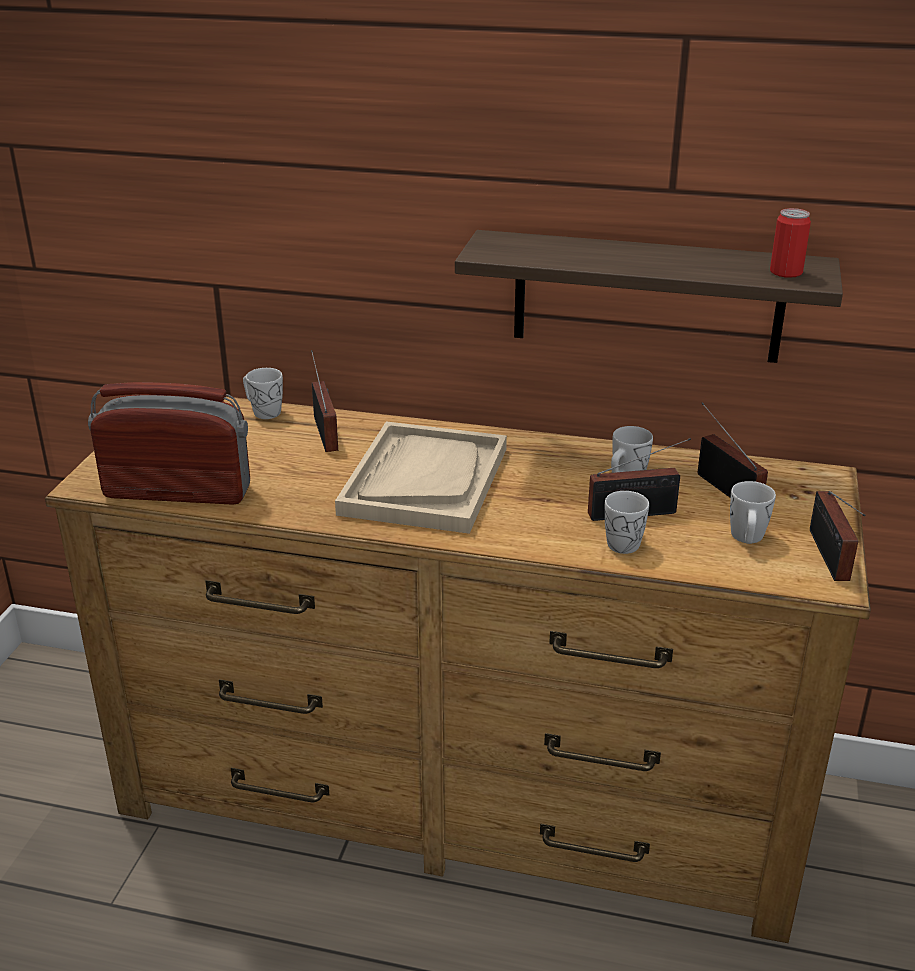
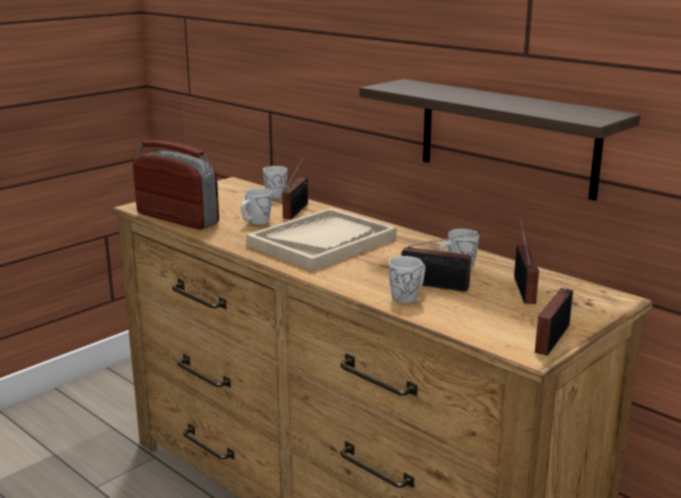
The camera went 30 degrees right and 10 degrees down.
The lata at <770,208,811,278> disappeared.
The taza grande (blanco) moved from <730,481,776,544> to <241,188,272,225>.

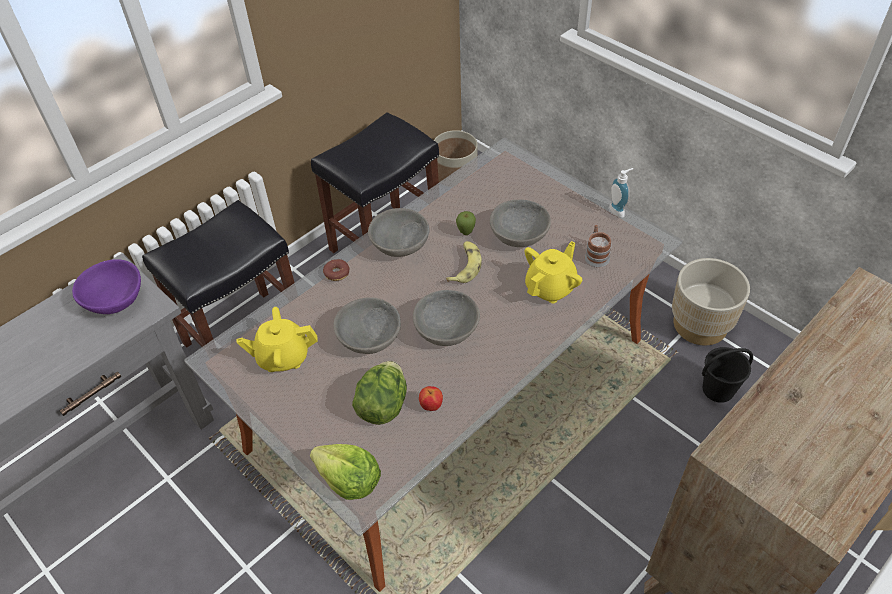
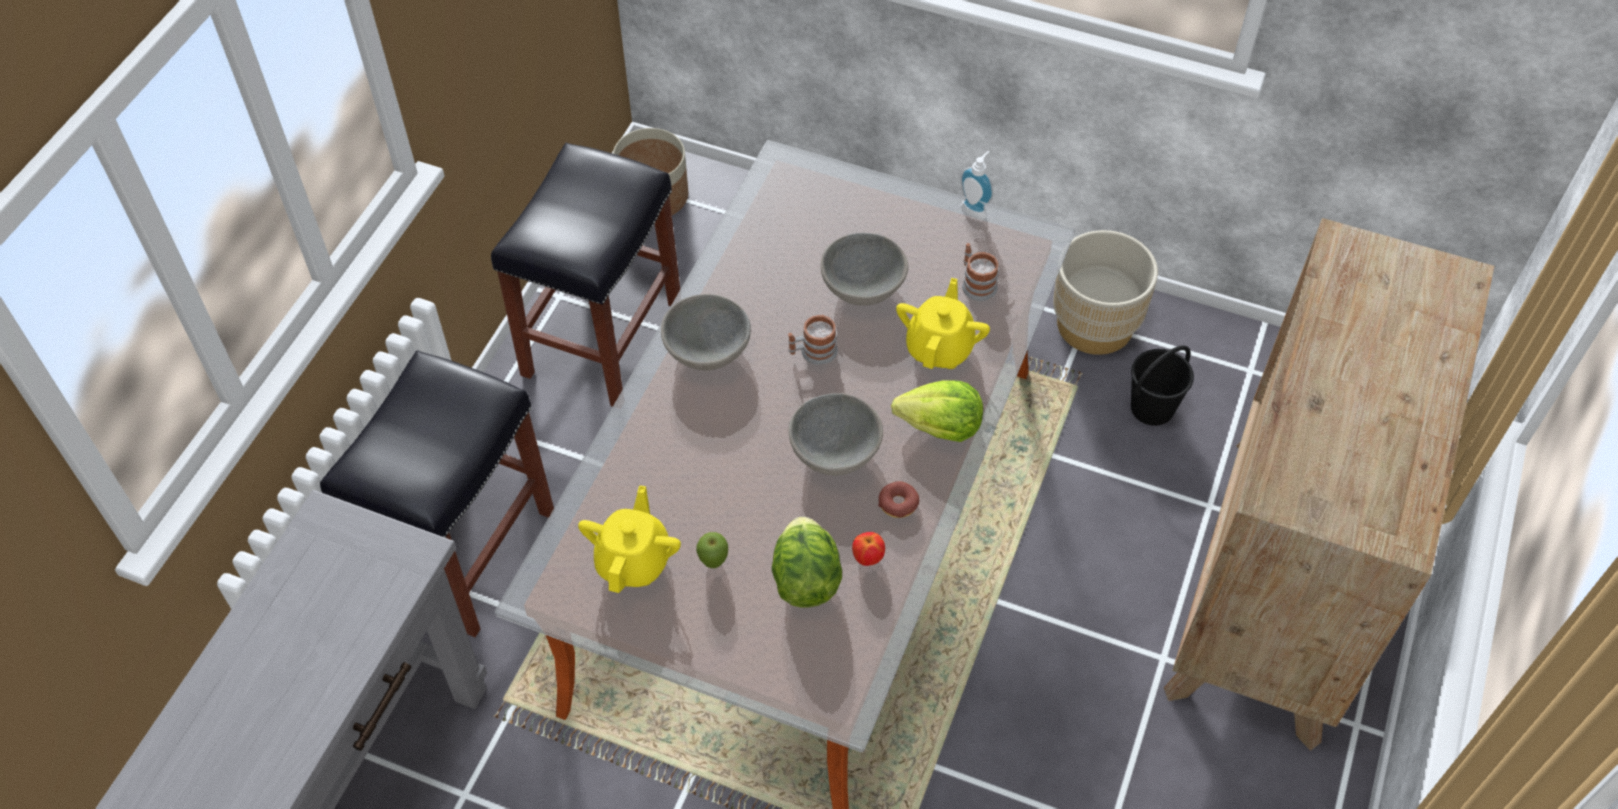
The camera went 25 degrees left and 5 degrees up.
The manzana moved from <456,211,476,235> to <696,532,728,568>.
The plátano at <446,241,482,283> was replaced by the taza grande at <788,315,838,365>.
The cuenco (morado) at <72,259,141,314> disappeared.
The rosquilla moved from <323,259,350,281> to <878,481,919,518>.
The cuenco (gris) at <333,297,401,354> disappeared.
The tetera (amarillo) at <236,307,317,372> turned 135 degrees clockwise.
The lechuga moved from <310,444,381,500> to <891,380,983,442>.

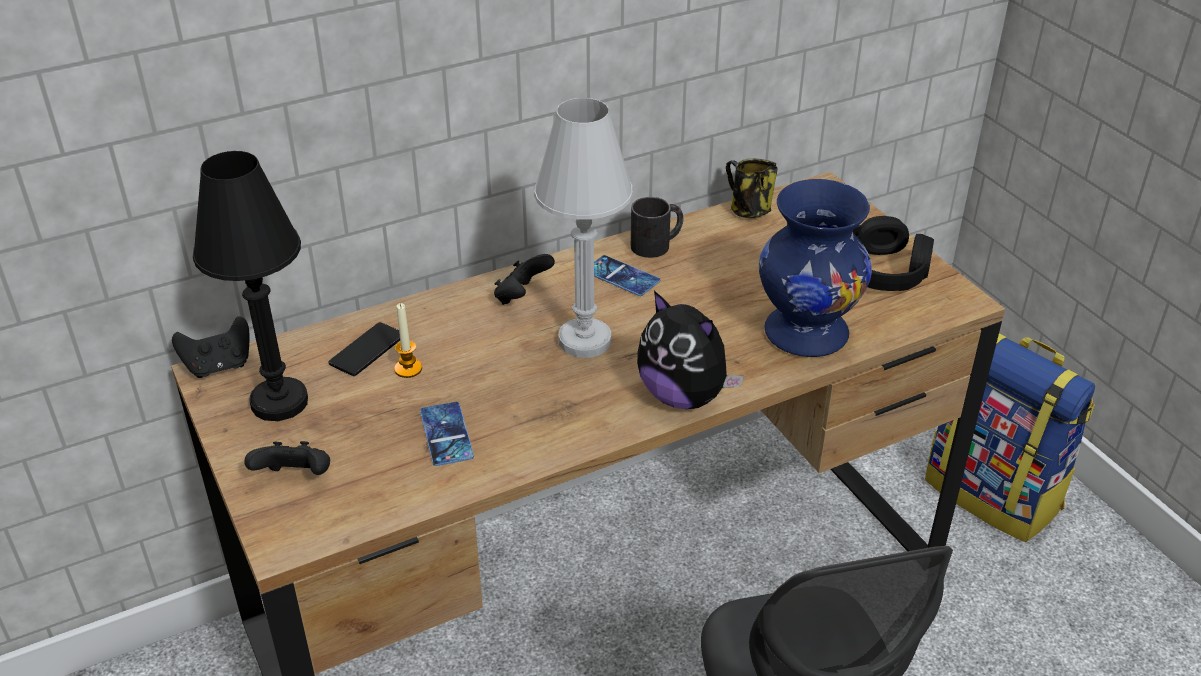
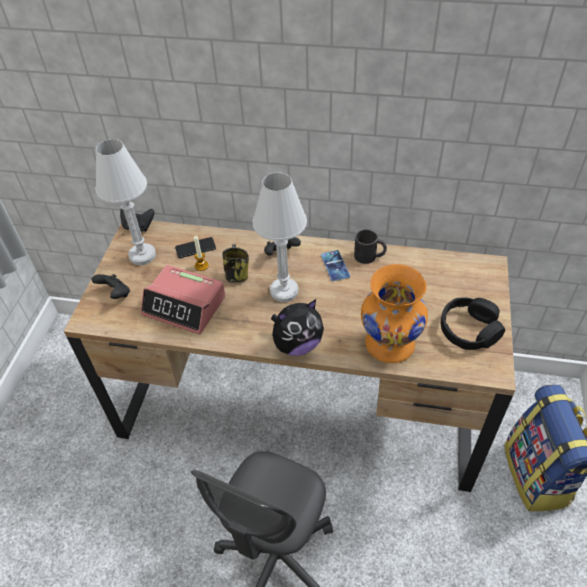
The camera went 40 degrees right and 10 degrees up.
The lámpara de mesa (negro) at <193,151,308,421> became the lámpara de mesa (blanco) at <96,139,156,265>.
The taza grande moved from <726,159,777,218> to <222,244,249,282>.
The florero (azul) at <759,179,872,357> became the florero (naranja) at <361,264,428,363>.
The peluche at <637,291,744,409> turned 105 degrees counterclockwise.
The móvil at <420,402,474,466> was replaced by the despertador at <141,265,225,334>.

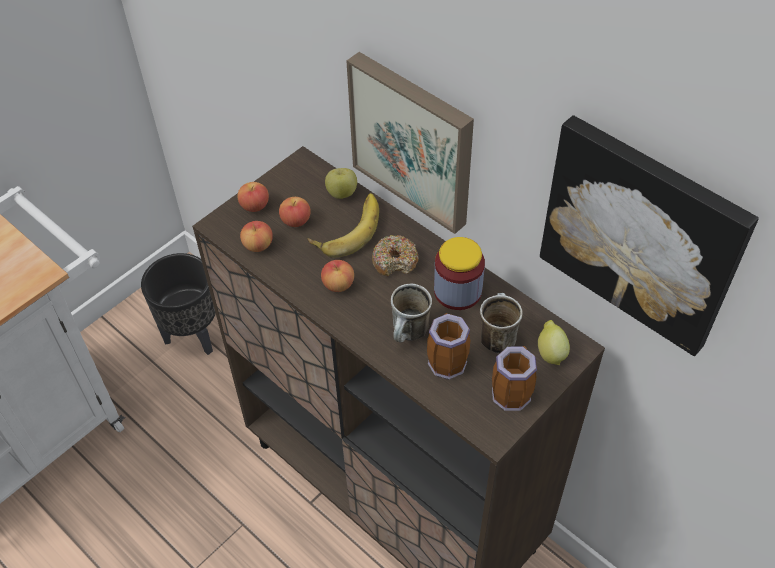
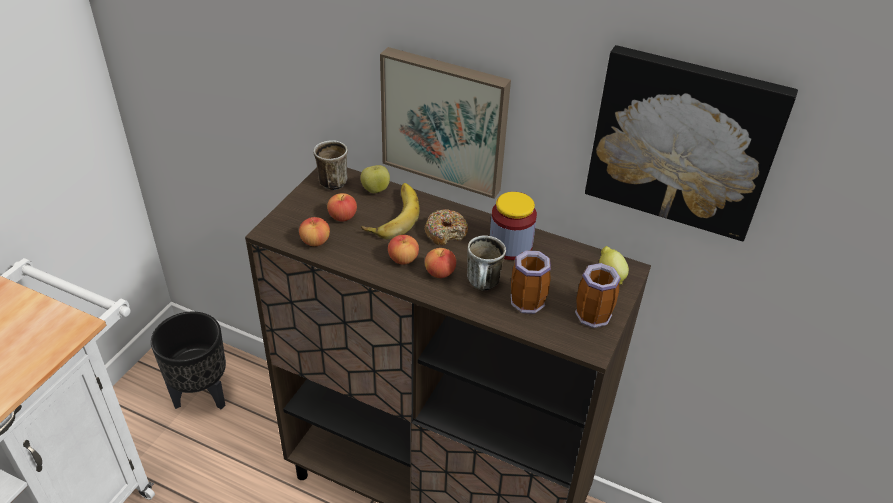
The camera went 20 degrees left and 10 degrees down.
The manzana moved from <237,182,269,212> to <425,248,456,278>.
The taza grande moved from <480,293,522,353> to <313,140,348,190>.

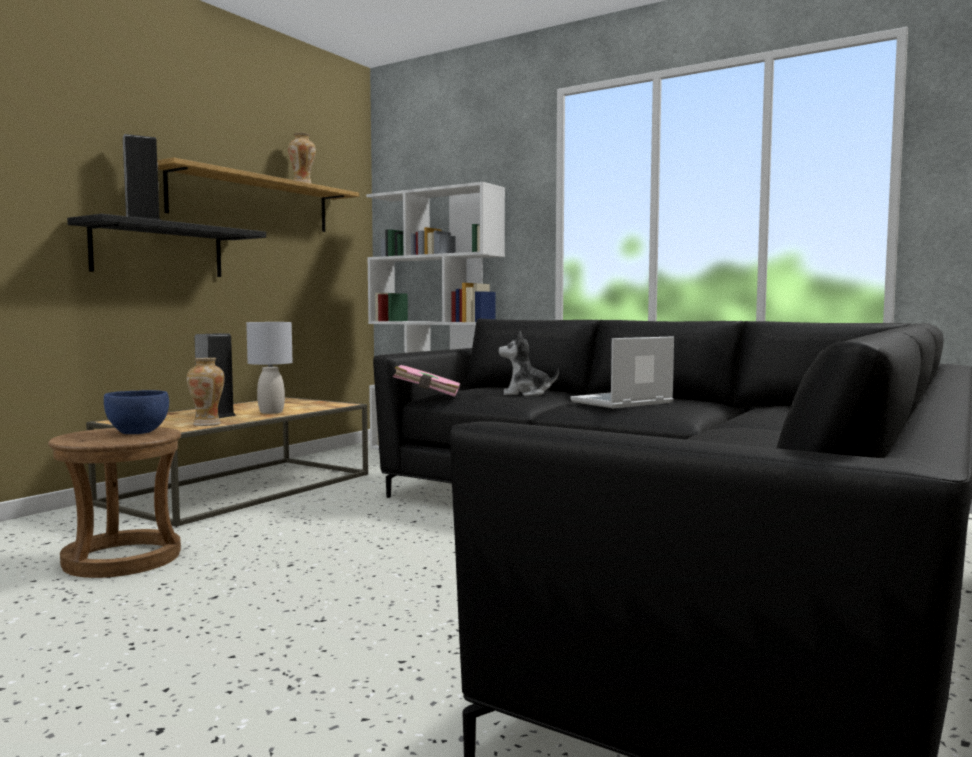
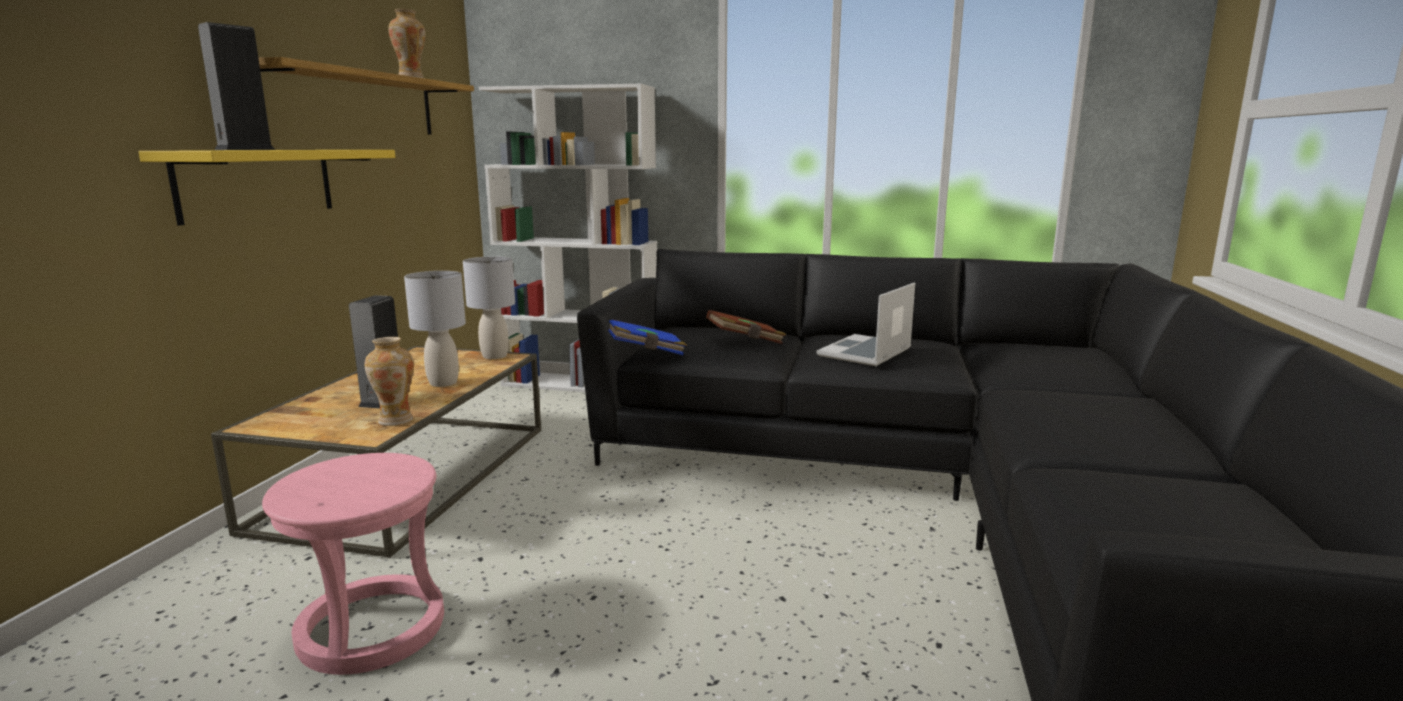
The camera went 20 degrees left and 10 degrees up.
The estante (negro) at <67,214,266,277> became the estante (amarillo) at <138,150,395,225>.
The peluche at <498,331,559,396> was replaced by the libro (marrón) at <706,310,786,344>.
The libro (rosa) at <393,365,460,397> became the libro (azul) at <608,320,687,355>.
The cuenco (azul) at <104,390,169,434> disappeared.
The taburete (marrón) at <48,427,181,578> became the taburete (rosa) at <262,453,444,675>.
The lámpara de mesa (gris) at <463,256,515,359> appeared.

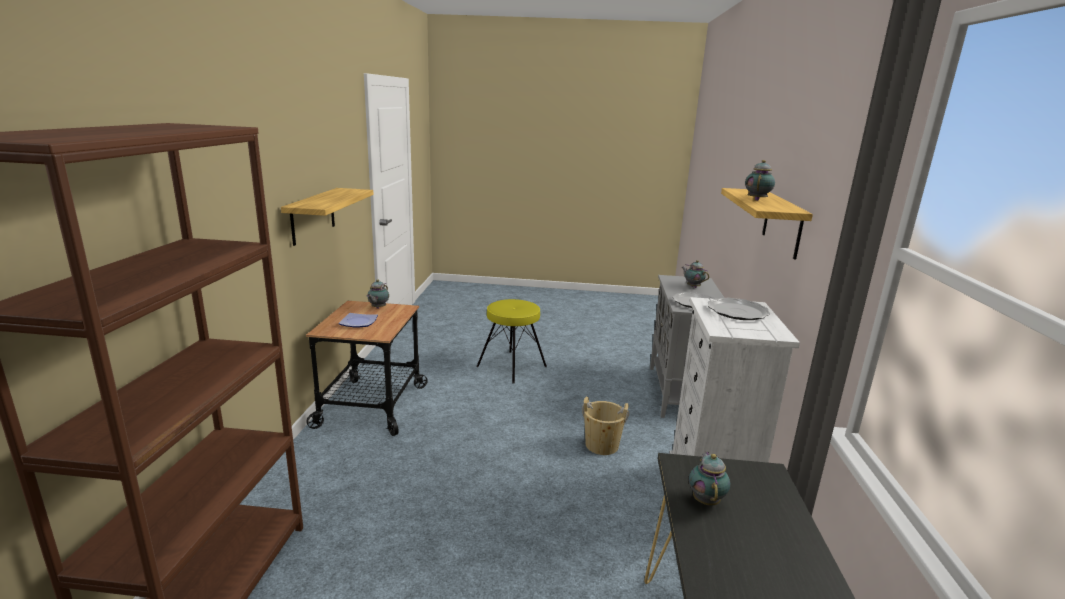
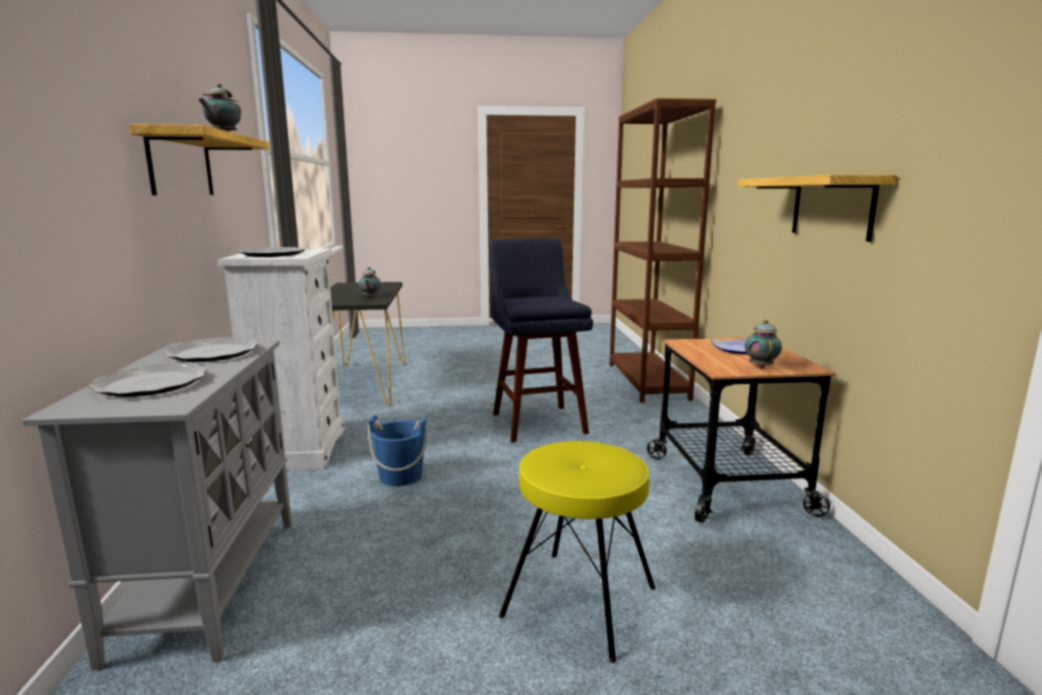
The camera went 170 degrees right and 5 degrees down.
The tetera at <682,260,710,288> was replaced by the plato at <88,363,207,397>.
The cubo (beis) at <582,397,629,455> became the cubo (azul) at <368,415,428,486>.
The taburete (azul) at <489,238,593,442> appeared.

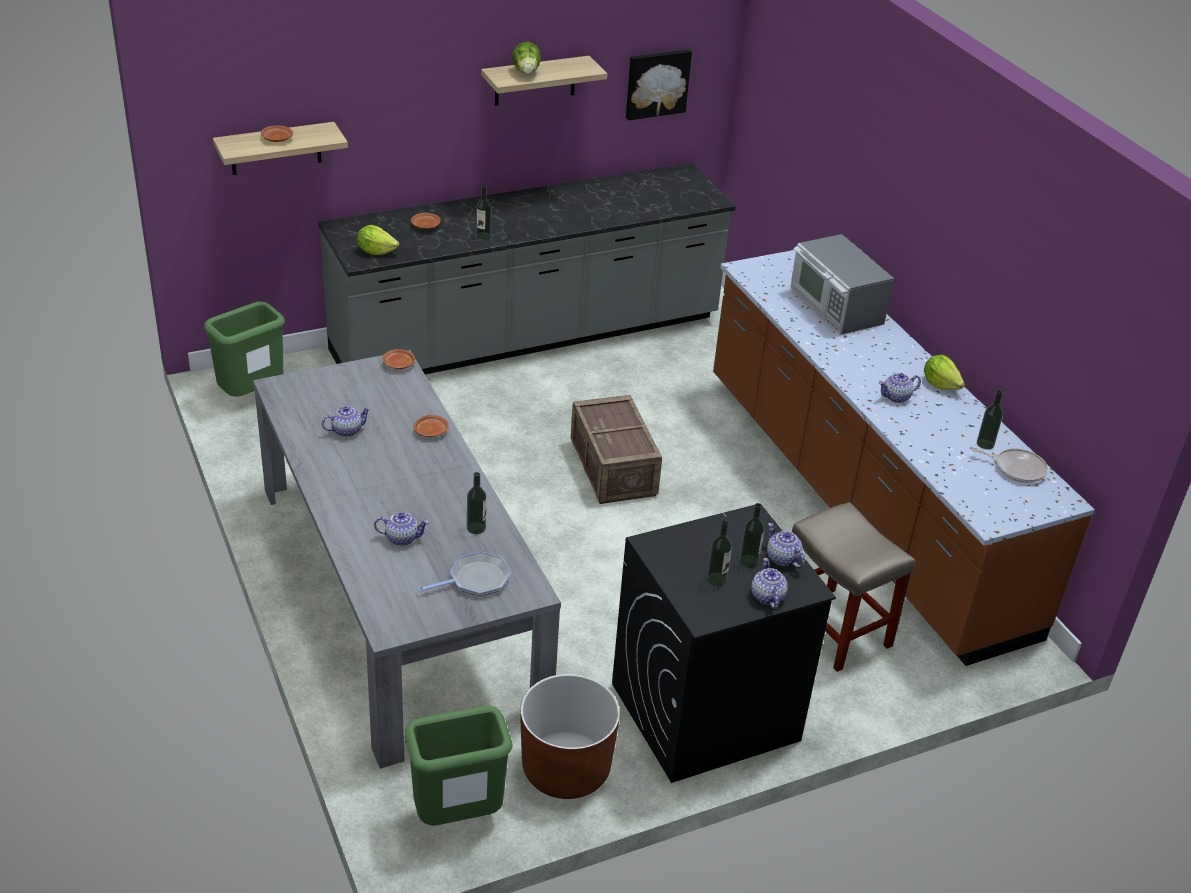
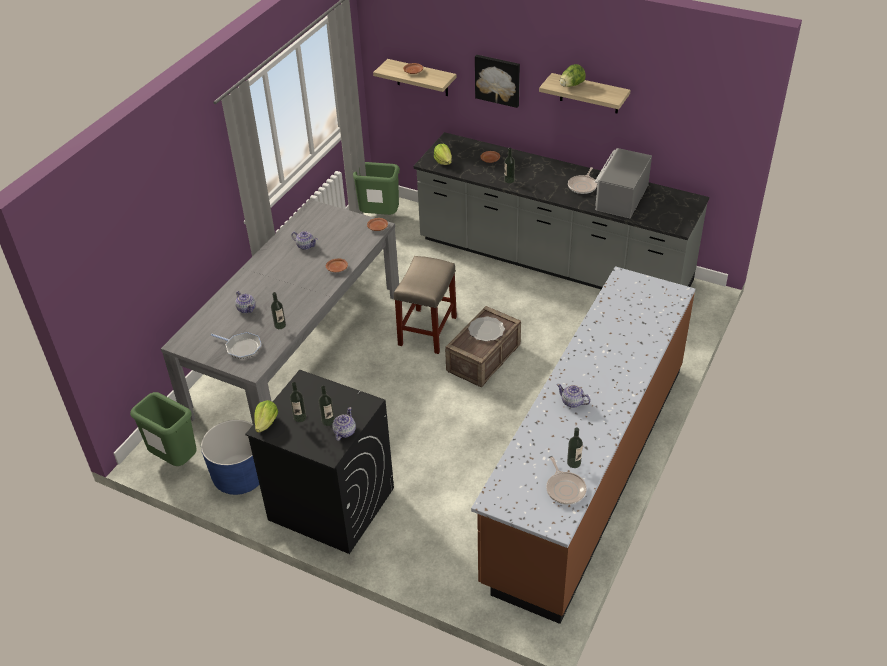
The camera went 55 degrees right and 5 degrees up.
The cuadro moved from <626,49,692,121> to <475,55,520,108>.
The microondas moved from <790,234,894,335> to <595,148,652,218>.
The lechuga moved from <924,355,965,390> to <254,400,278,433>.
The taburete (beis) moved from <792,502,915,672> to <394,256,457,354>.
The tetera at <751,558,788,609> disappeared.
The maceta (marrón) at <520,674,620,799> became the maceta (azul) at <201,420,259,495>.
The sartén at <568,167,597,194> appeared.
The plato at <468,316,505,341> appeared.

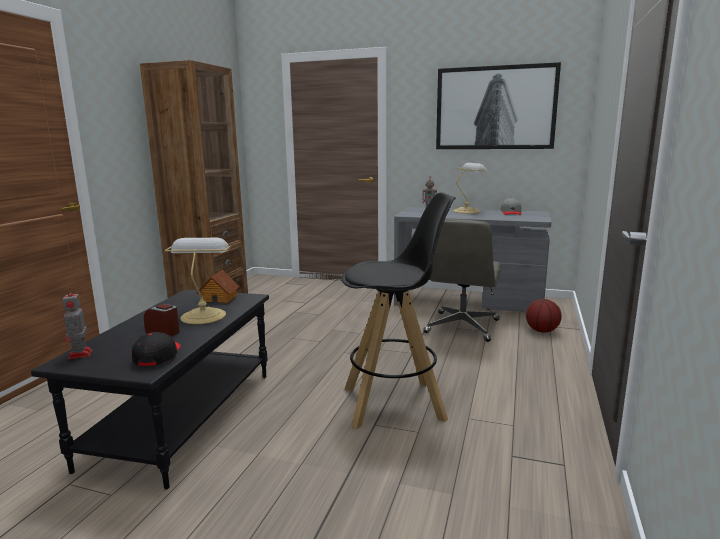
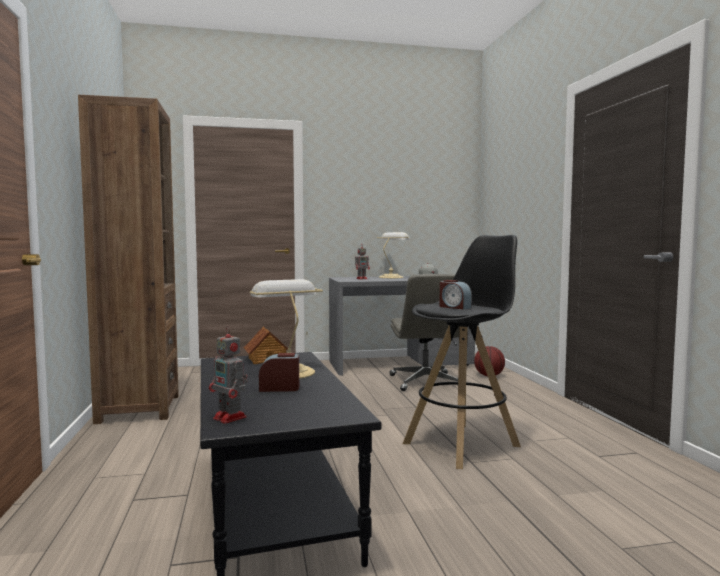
The camera went 30 degrees left and 10 degrees down.
The cuadro at <436,62,561,149> disappeared.
The gorra (negro) at <132,332,181,366> disappeared.
The despertador at <439,280,472,309> appeared.

